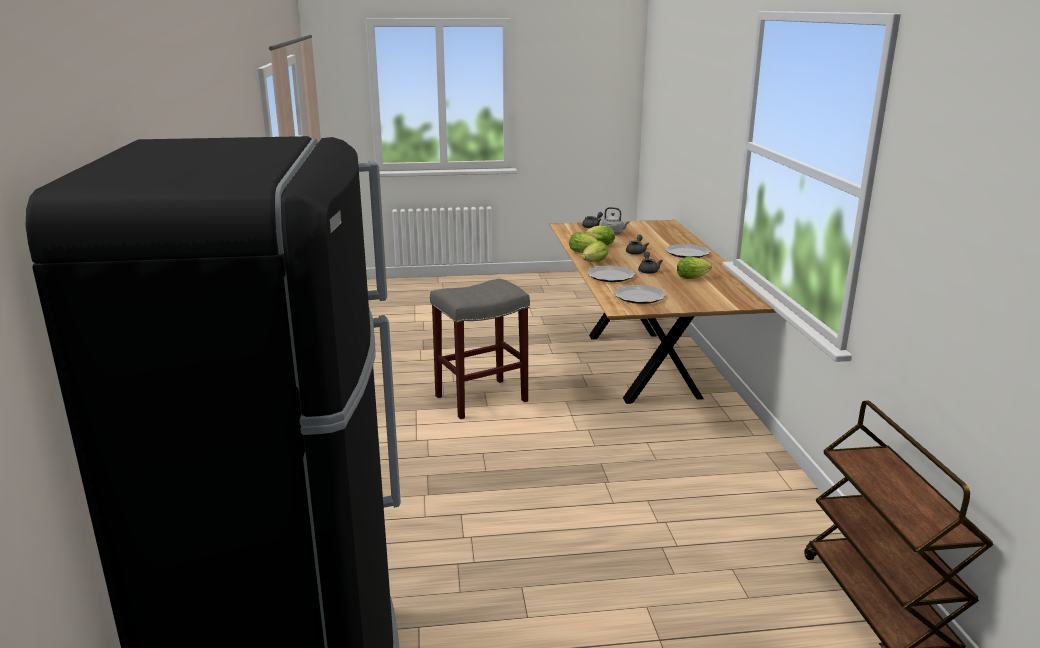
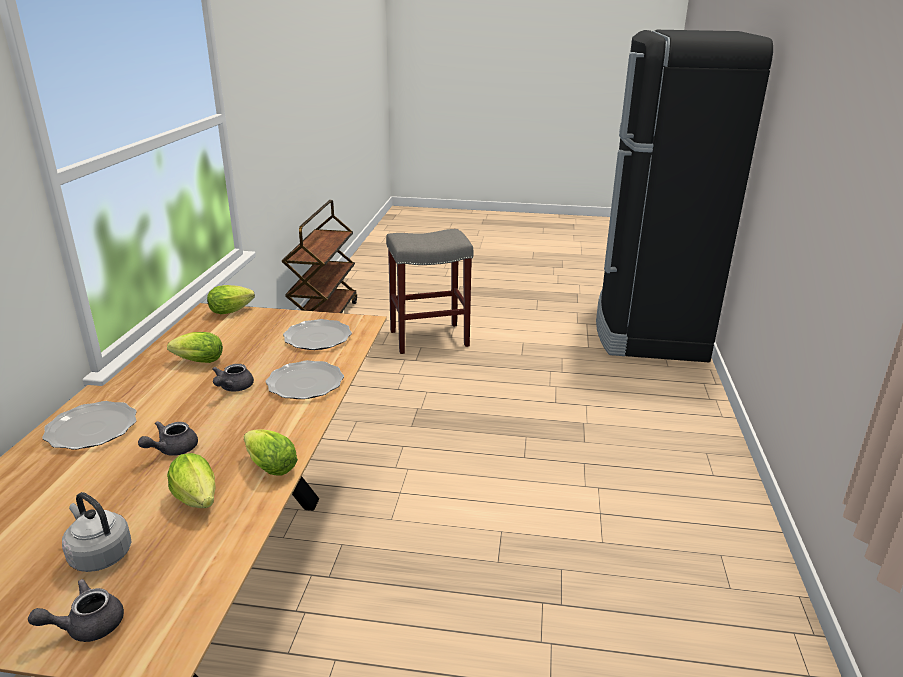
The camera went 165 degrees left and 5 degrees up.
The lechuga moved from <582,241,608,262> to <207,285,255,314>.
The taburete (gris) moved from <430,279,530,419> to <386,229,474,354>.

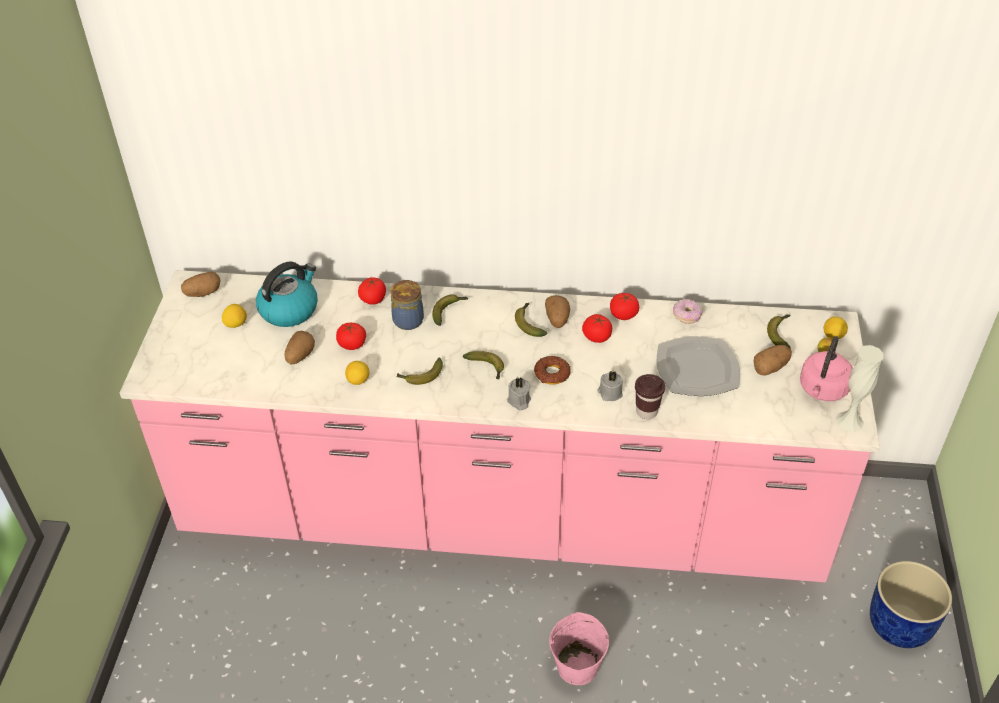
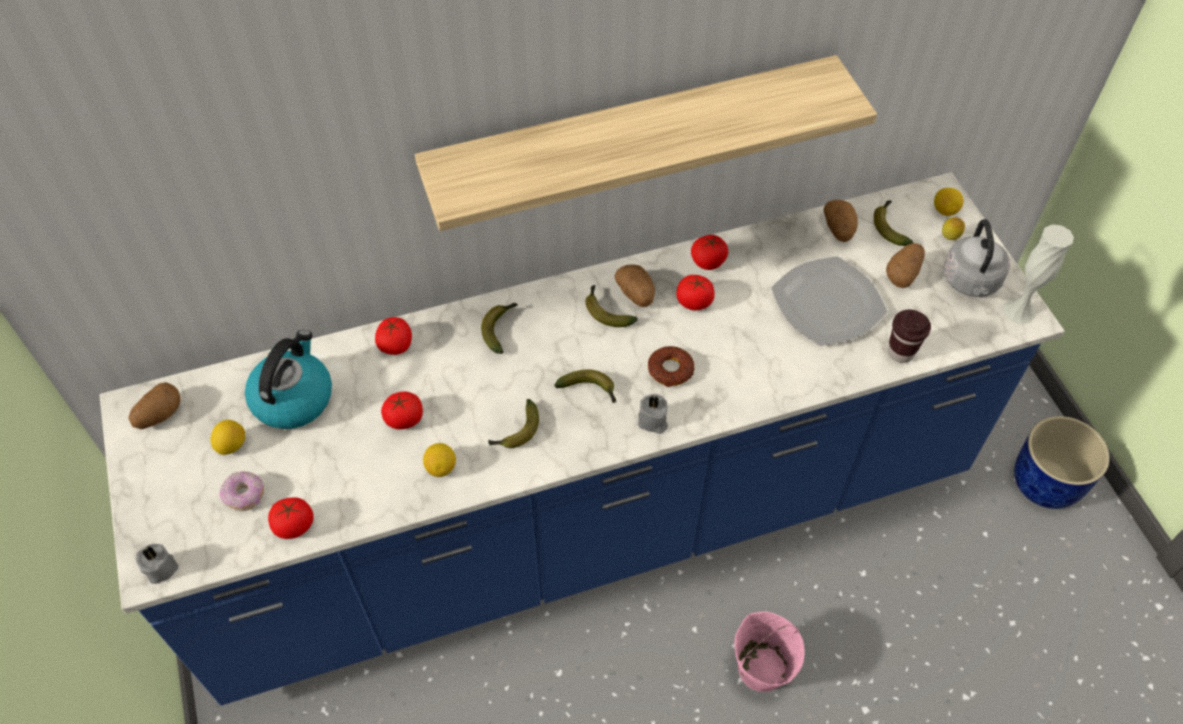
The camera went 25 degrees left and 10 degrees up.
The mueble bajo de cocina (rosa) at <120,270,880,582> became the mueble bajo de cocina (azul) at <99,172,1064,706>.
The tarro at <391,280,424,330> disappeared.
The rosquilla moved from <673,298,703,324> to <220,471,264,511>.
The patata moved from <284,331,315,364> to <824,200,858,242>.
The hervidor (rosa) at <800,336,853,401> became the hervidor (gris) at <944,219,1010,297>.
The vela (gris) moved from <597,371,623,401> to <136,544,178,584>.
The taza (marrón) moved from <635,374,665,419> to <888,310,931,363>.
The estante at <415,55,877,231> appeared.
The tomate at <268,497,314,539> appeared.

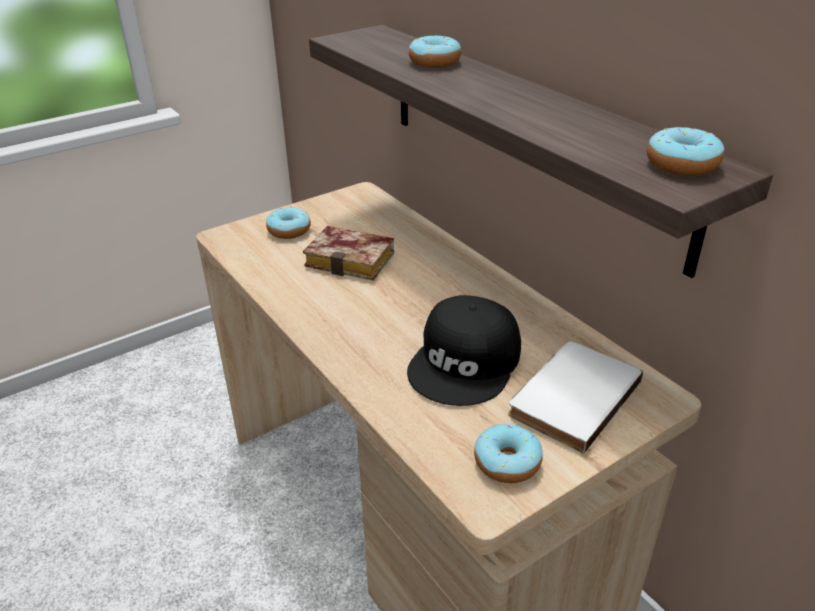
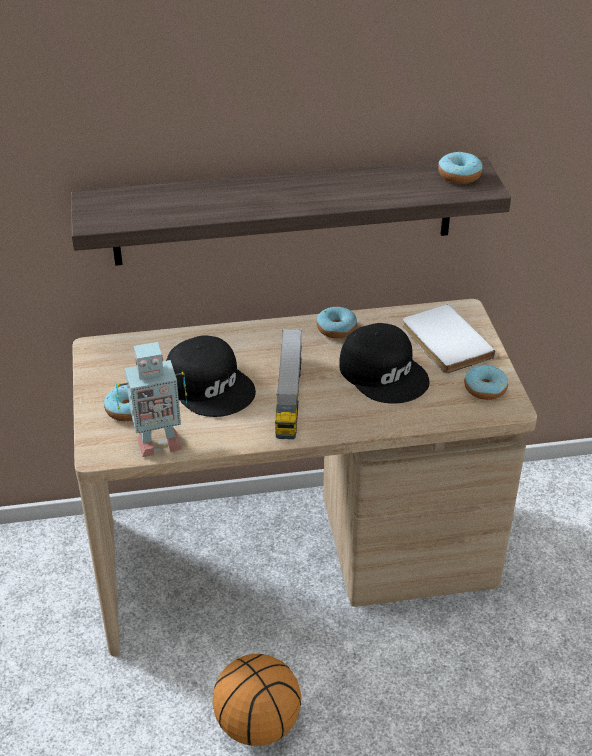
The camera went 65 degrees left and 5 degrees up.
The rosquilla moved from <409,35,461,68> to <317,306,357,339>.
The libro at <303,226,394,280> was replaced by the gorra (negro) at <166,336,256,417>.
The camión de juguete at <275,329,302,439> appeared.
The robot de juguete at <115,342,187,457> appeared.
The balón de baloncesto at <212,654,301,746> appeared.

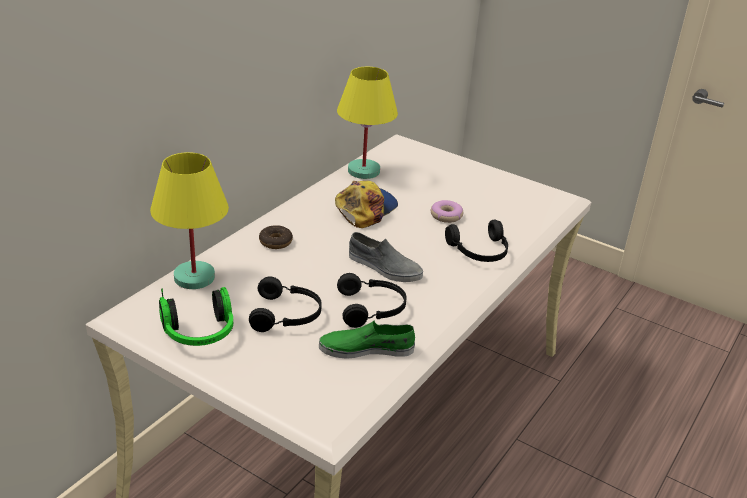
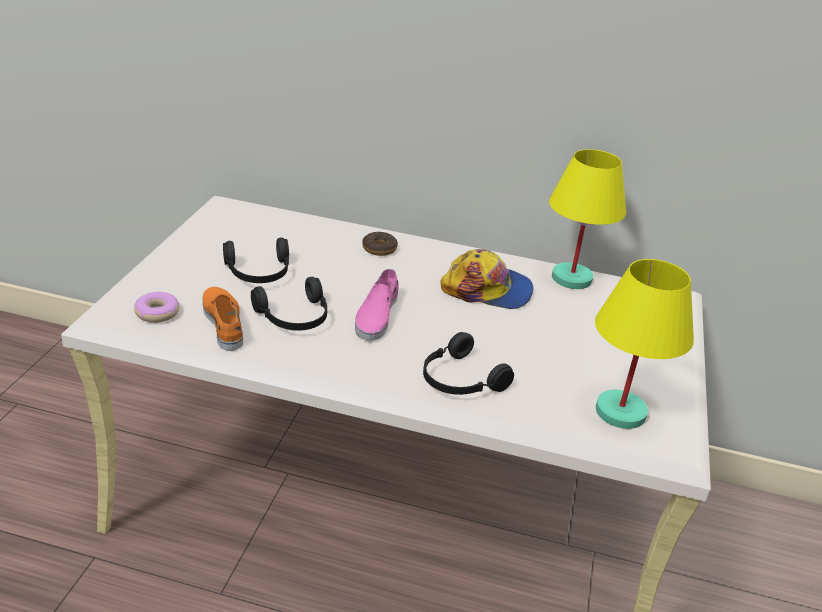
The camera went 70 degrees right and 0 degrees up.
The lámpara de mesa (amarillo) moved from <150,152,229,289> to <595,259,694,429>.
The rosquilla moved from <430,200,463,223> to <134,292,180,323>.
The zapato (gris) at <349,232,423,282> became the zapato (rosa) at <355,269,399,341>.
The auriculares at <159,287,233,346> disappeared.
The zapato (verde) at <319,321,415,359> became the zapato (naranja) at <202,287,243,351>.

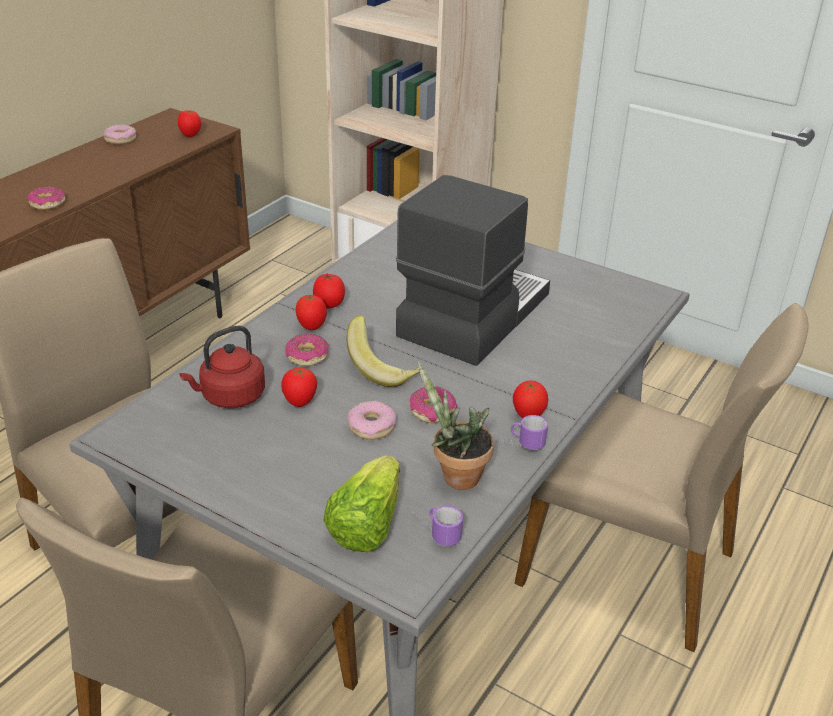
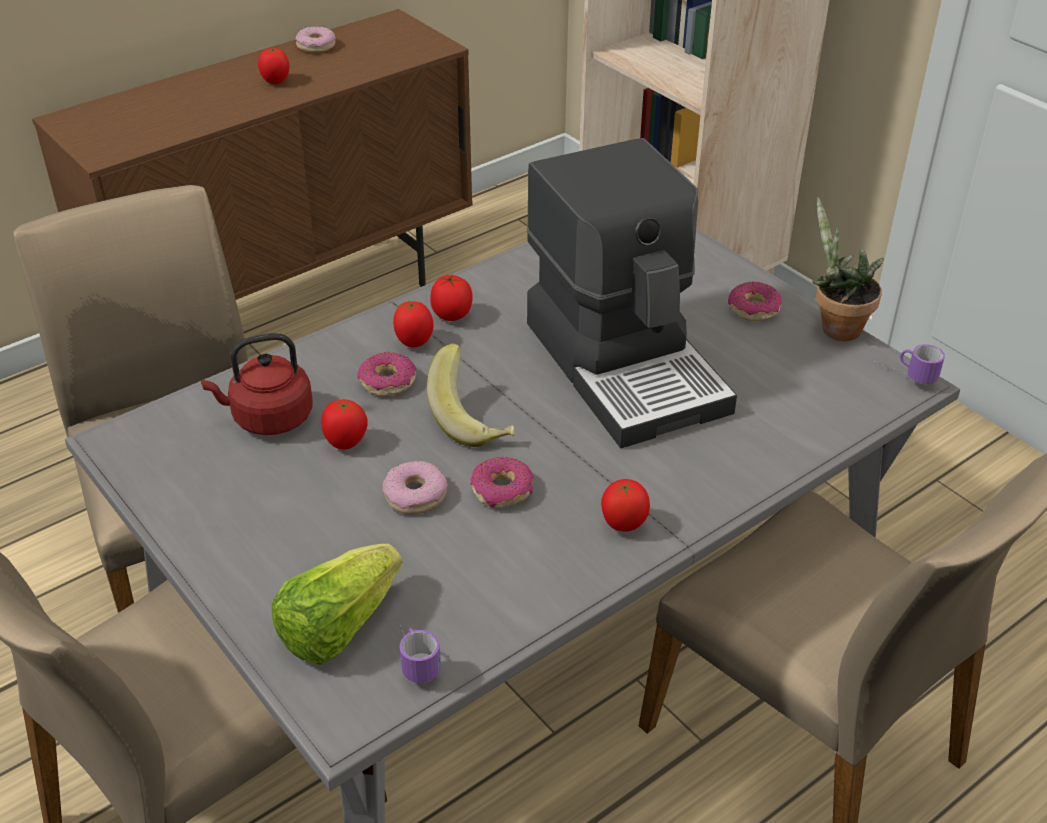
The camera went 20 degrees right and 5 degrees up.
The tomate moved from <178,110,201,137> to <258,48,289,84>.
The cafetera at <396,175,550,366> turned 105 degrees clockwise.
The rosquilla moved from <27,186,65,210> to <728,282,782,321>.
The planta en maceta moved from <418,361,494,490> to <812,198,884,341>.
The taza grande moved from <493,415,548,450> to <872,344,945,385>.

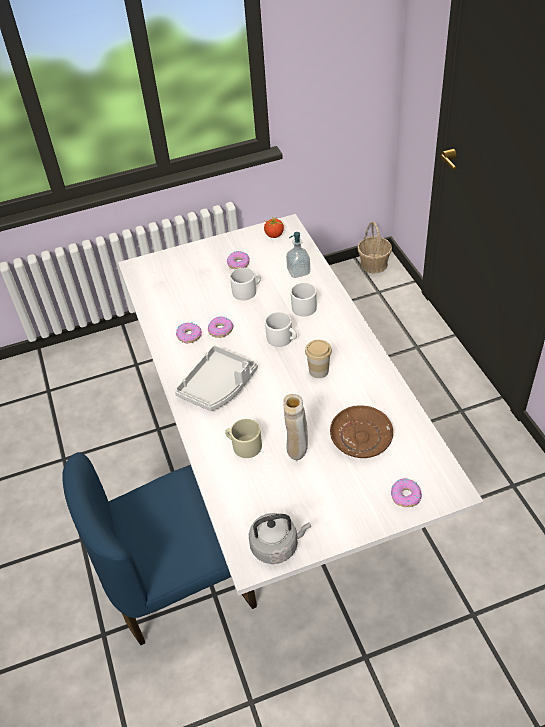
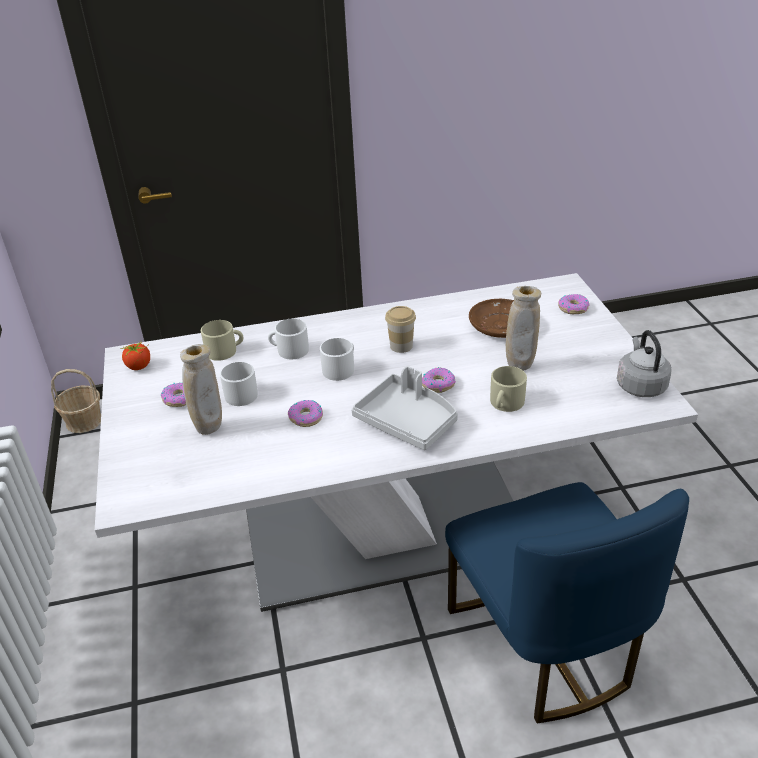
The camera went 85 degrees left and 10 degrees down.
The dispensador de jabón at <286,232,310,278> was replaced by the taza grande (beis) at <201,320,244,361>.
The rosquilla moved from <176,322,202,343> to <422,367,456,393>.
The florero (beis) at <180,344,222,435> appeared.

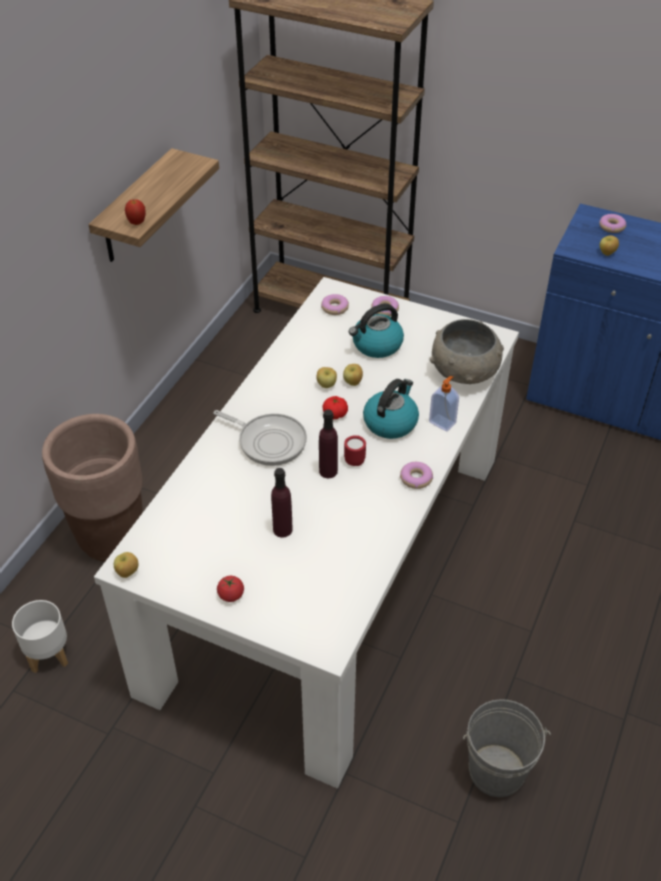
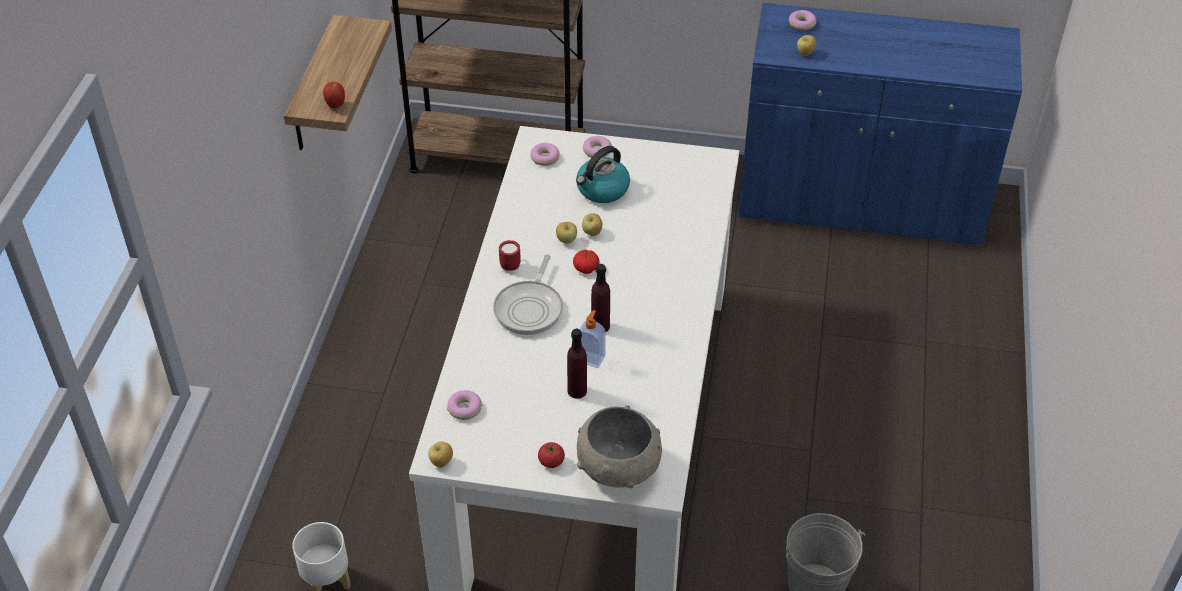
The camera went 15 degrees left and 0 degrees up.
The cuenco (gris) moved from <430,319,504,384> to <577,405,662,488>.
The dispensador de jabón moved from <429,376,459,432> to <580,310,606,368>.
The hervidor at <363,379,419,439> disappeared.
The sartén at <214,410,307,466> turned 90 degrees clockwise.
The maceta (marrón) at <42,414,143,562> disappeared.
The taza grande (rojo) moved from <344,435,366,466> to <499,240,521,271>.
The rosquilla moved from <400,462,433,489> to <447,390,482,420>.

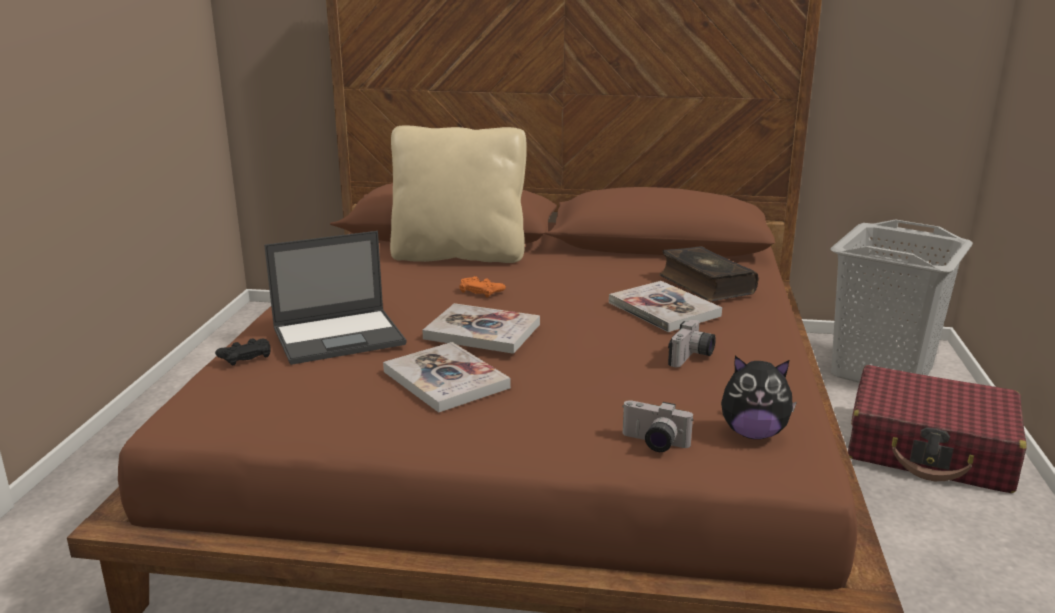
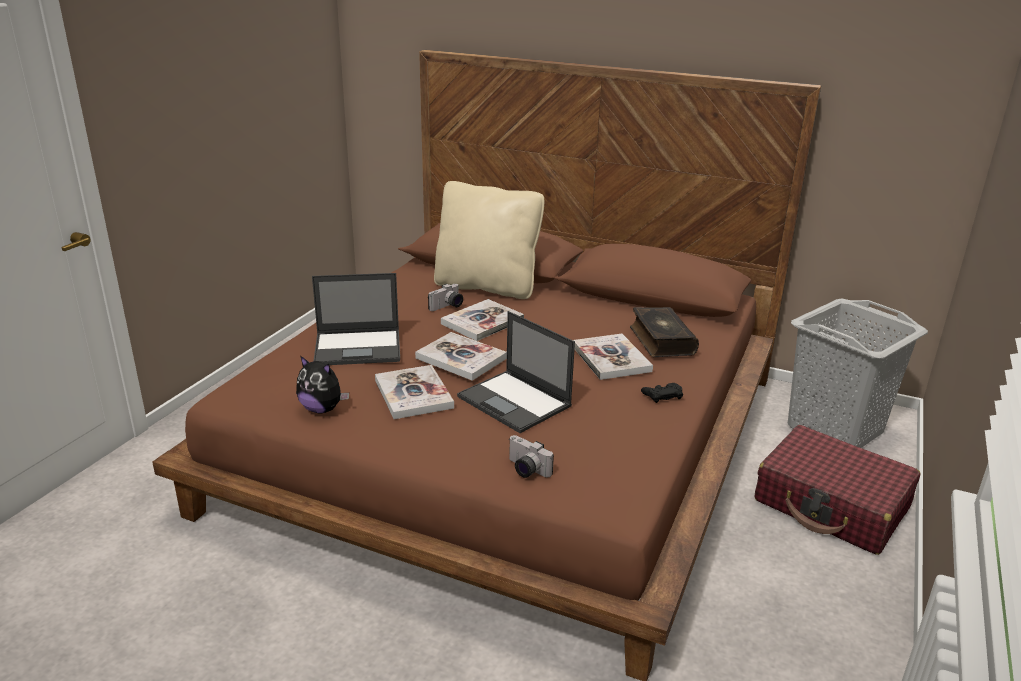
The camera went 15 degrees right and 5 degrees up.
The mando de consola (naranja) at <459,276,506,298> was replaced by the libro at <441,299,524,341>.
The cámara moved from <668,320,716,367> to <428,284,463,311>.
The mando de consola (negro) moved from <215,338,271,366> to <641,383,683,403>.
The peluche moved from <721,356,797,439> to <296,356,349,413>.
The portátil at <457,311,575,433> appeared.

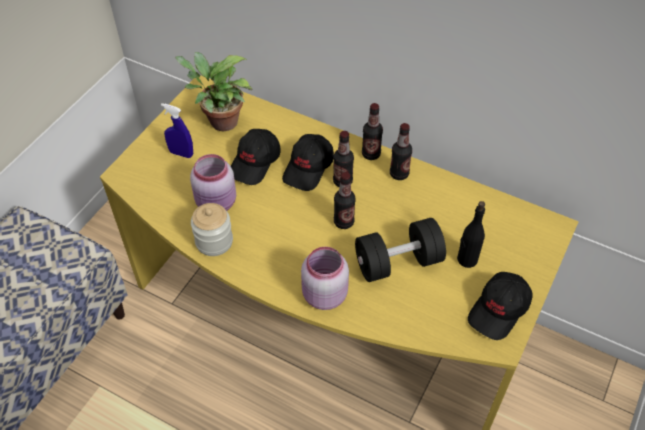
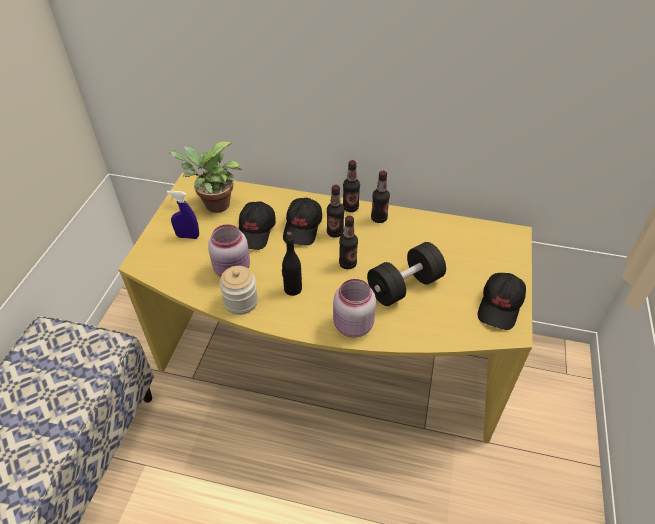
The camera went 15 degrees left and 5 degrees down.
The botella (negro) moved from <457,201,485,268> to <282,231,302,296>.

